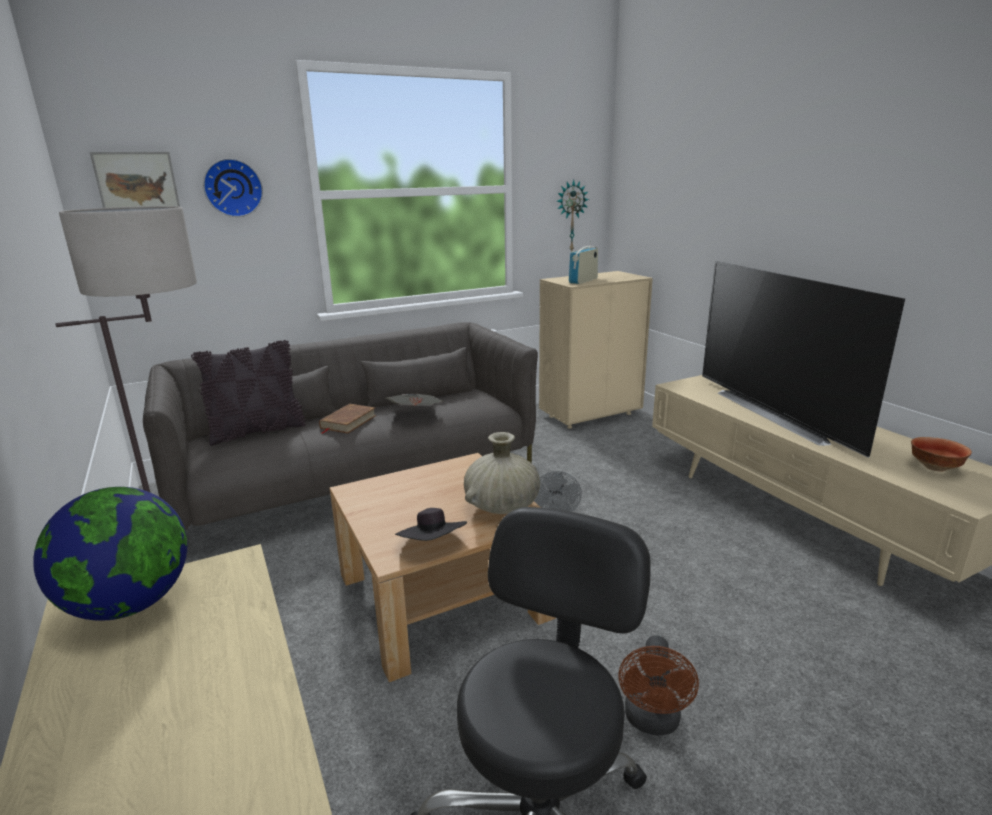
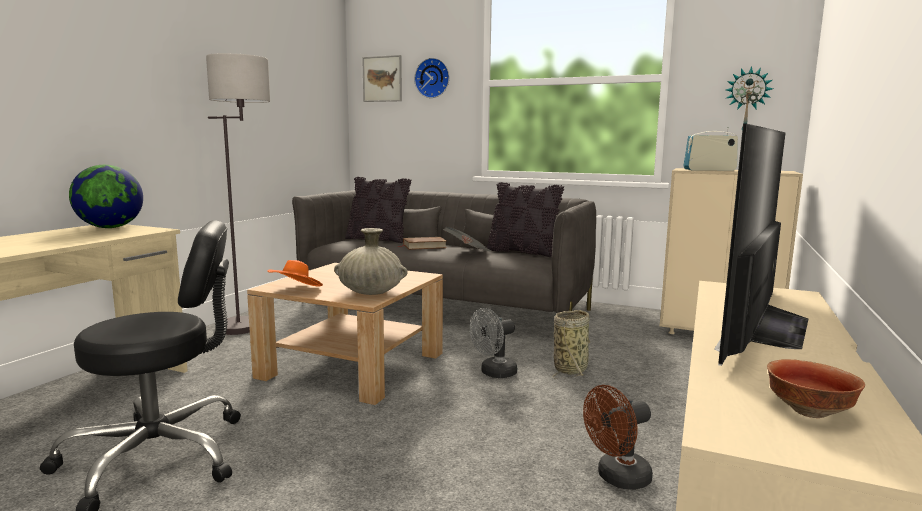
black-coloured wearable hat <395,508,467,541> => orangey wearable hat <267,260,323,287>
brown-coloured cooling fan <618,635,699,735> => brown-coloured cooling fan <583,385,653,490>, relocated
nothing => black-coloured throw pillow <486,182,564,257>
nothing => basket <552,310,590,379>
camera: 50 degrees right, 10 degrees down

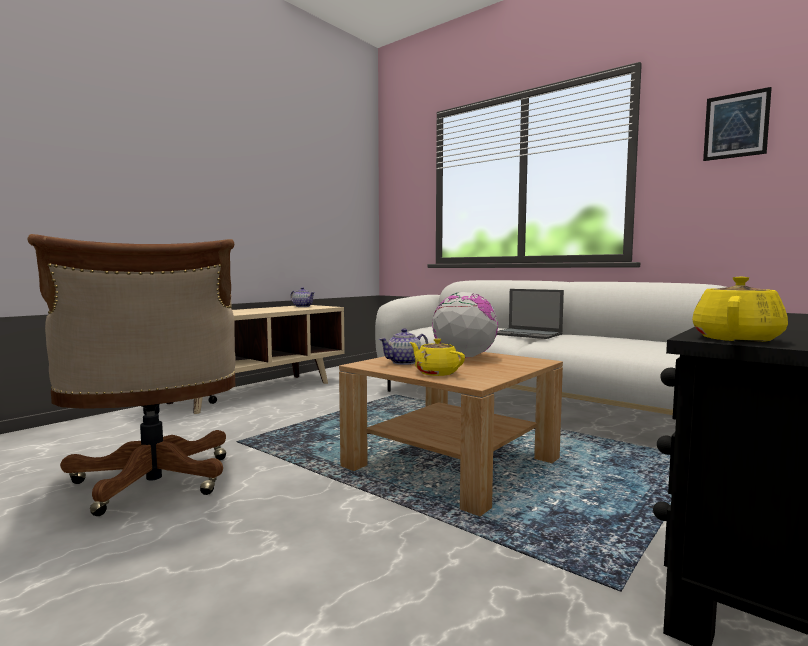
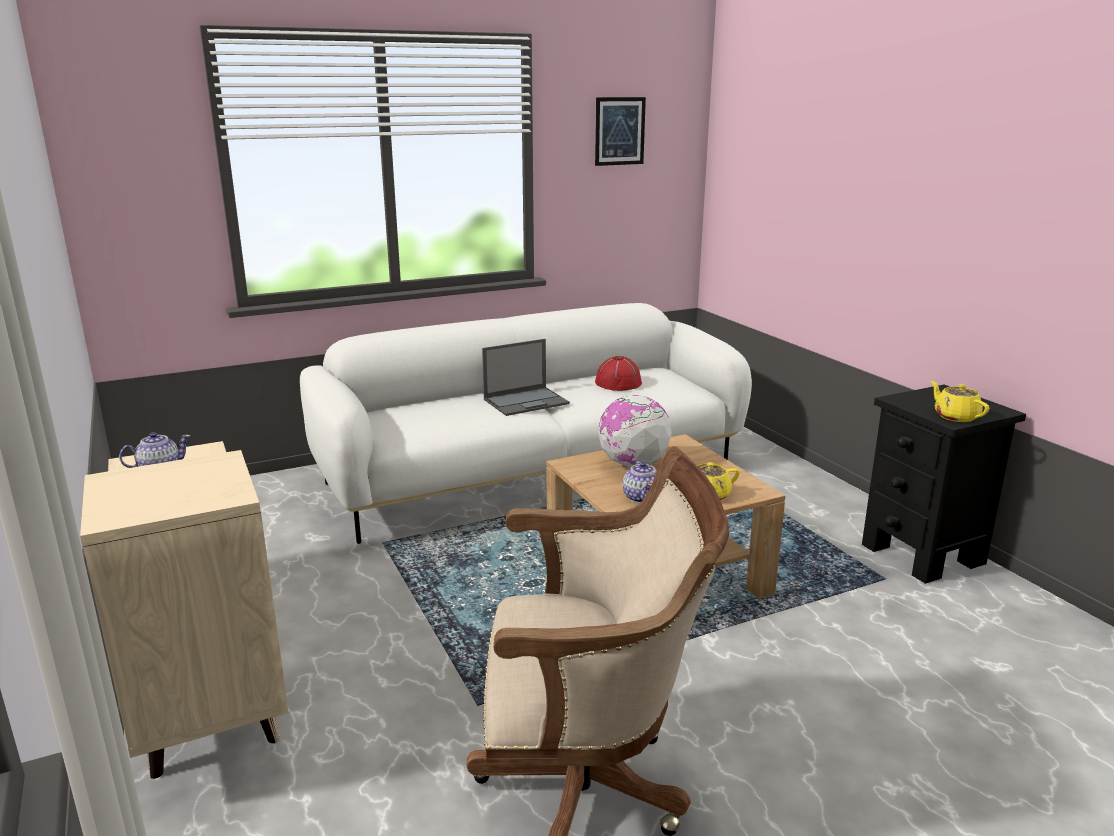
nothing => reddish wearable hat <595,356,642,391>
camera: 65 degrees left, 15 degrees up

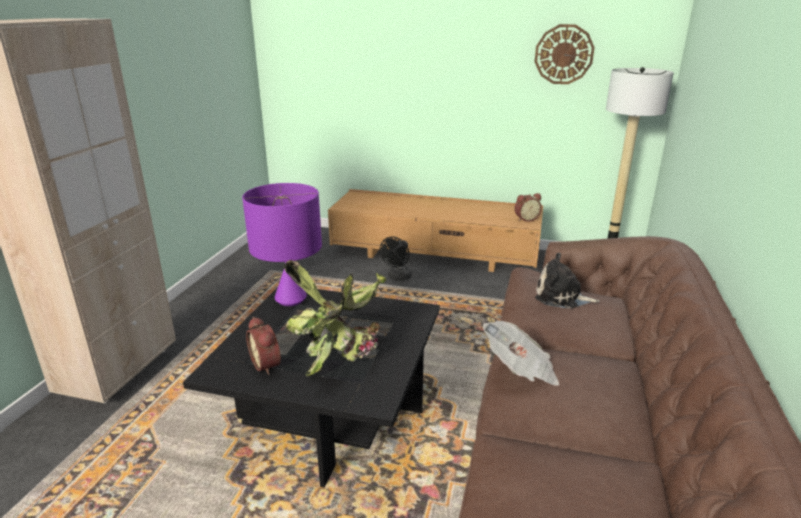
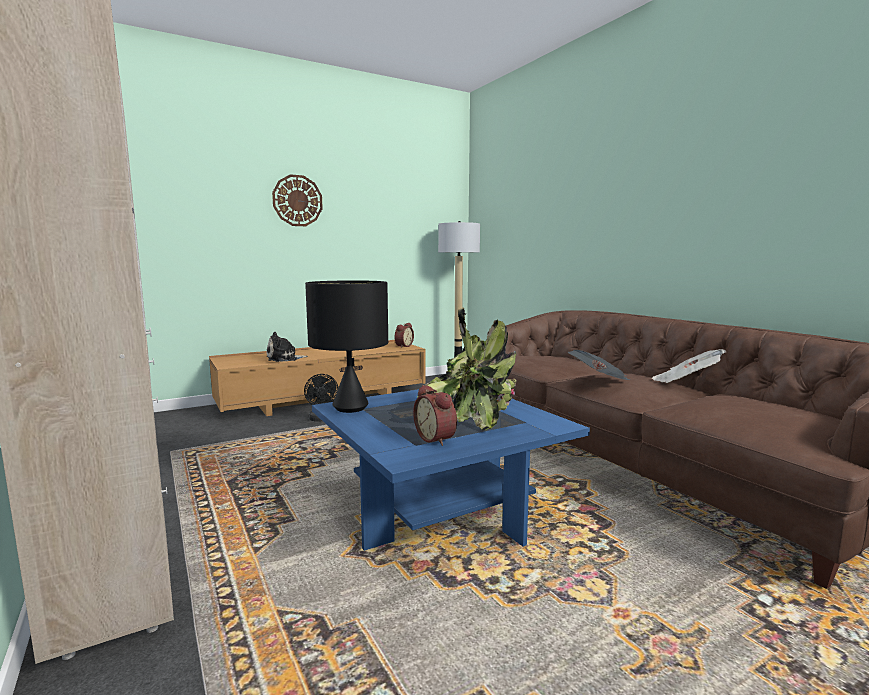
black-coloured lounge table <183,287,440,488> => blue lounge table <312,389,590,551>
purple-coloured lamp for a table <242,183,322,306> => black-coloured lamp for a table <305,280,388,413>
alarm clock <246,317,281,375> => alarm clock <413,385,457,446>, 45 degrees clockwise
wall clock <535,24,595,84> => wall clock <272,174,323,226>, relocated
plush toy <535,253,600,309> => plush toy <267,332,308,362>, relocated
nothing => newspaper <652,349,726,383>
camera: 45 degrees left, 15 degrees down

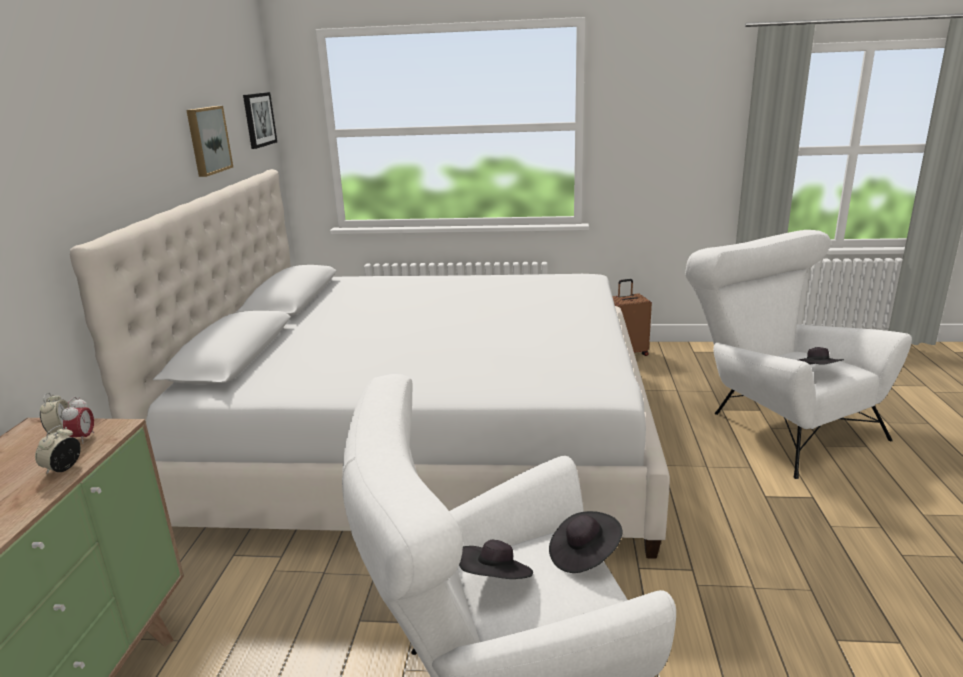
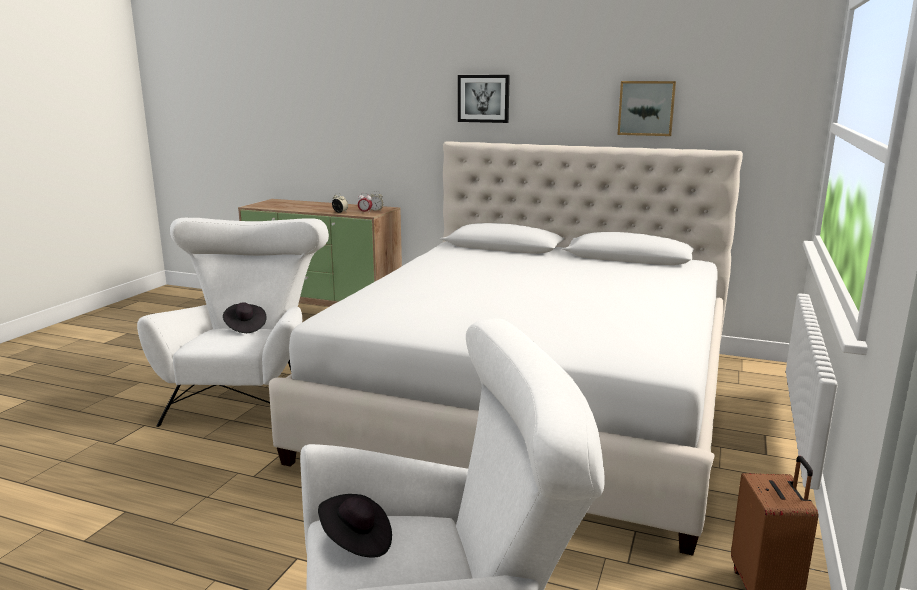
picture <243,92,277,149> => picture <458,75,510,123>, relocated
black-coloured wearable hat <549,511,622,573> => nothing
camera: 105 degrees right, 5 degrees down

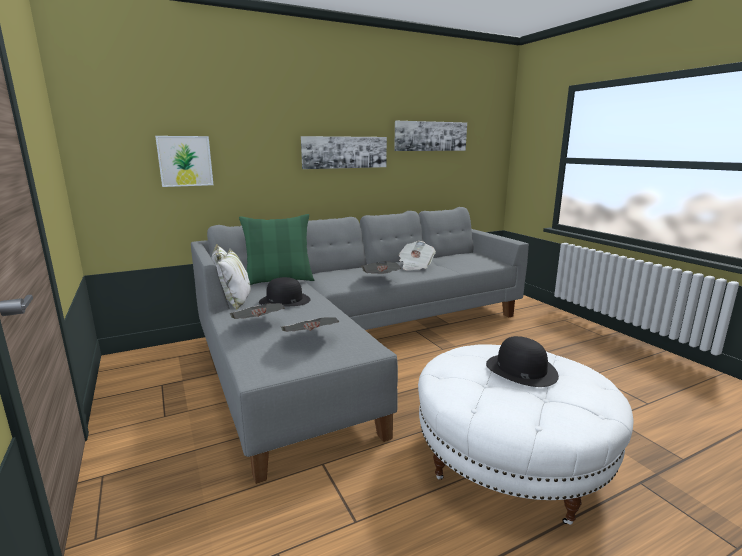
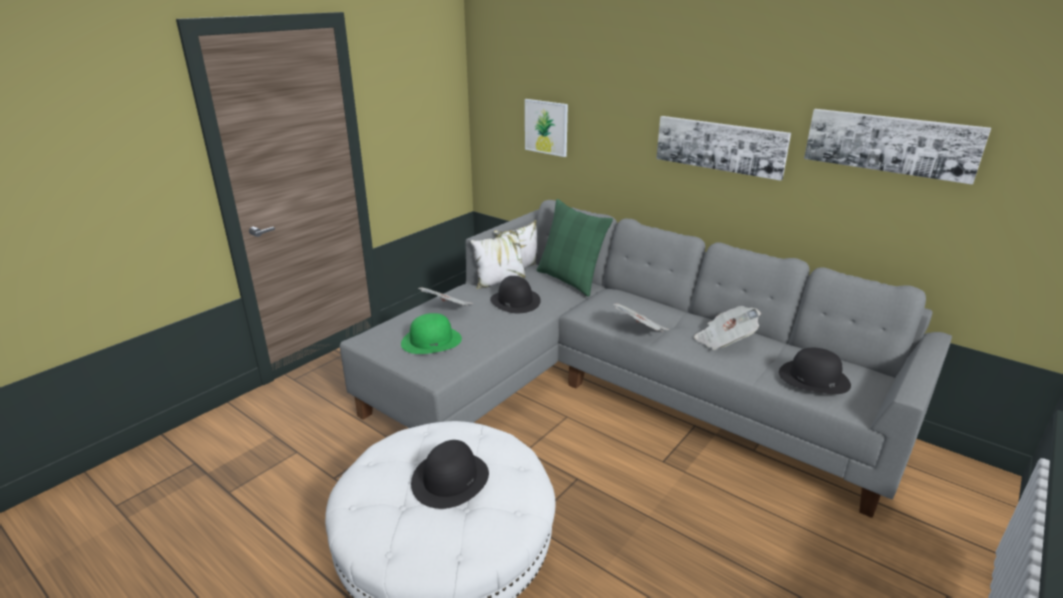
newspaper <281,317,339,332> => greenish wearable hat <401,313,462,354>
nothing => black-coloured wearable hat <779,348,851,394>
camera: 65 degrees right, 10 degrees up

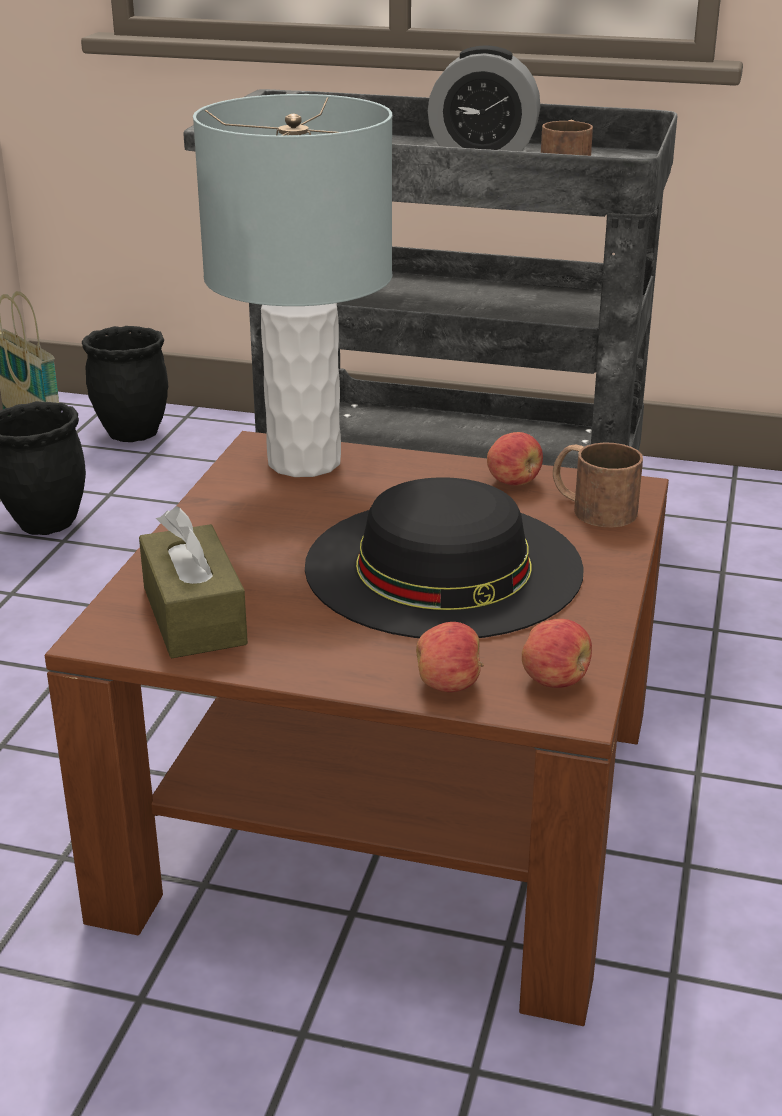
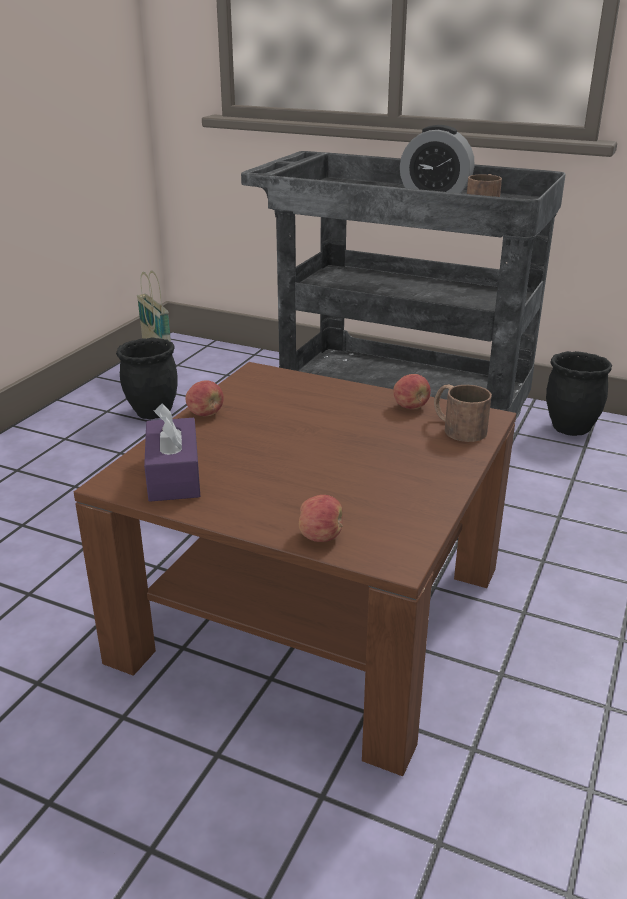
black-coloured flower pot <82,326,168,442> => black-coloured flower pot <546,351,612,436>, relocated
brown-coloured box of tissues <139,506,248,658> => purple-coloured box of tissues <144,404,200,502>
grey lamp for a table <193,94,393,477> => nothing
black-coloured wearable hat <305,477,584,638> => nothing
apple fruit <522,619,592,688> => apple fruit <185,380,224,416>, relocated
camera: 10 degrees right, 0 degrees up

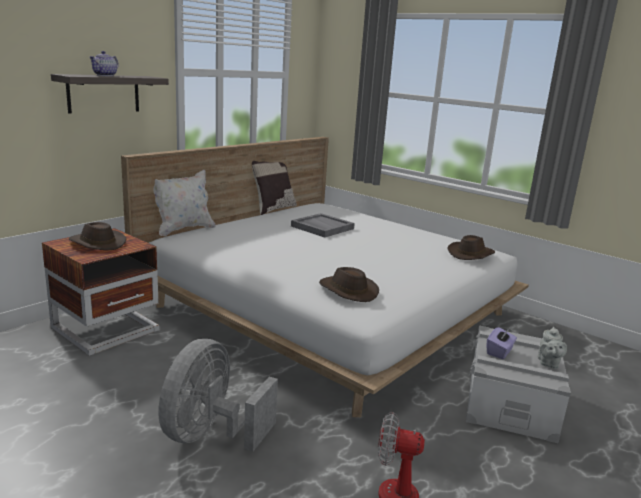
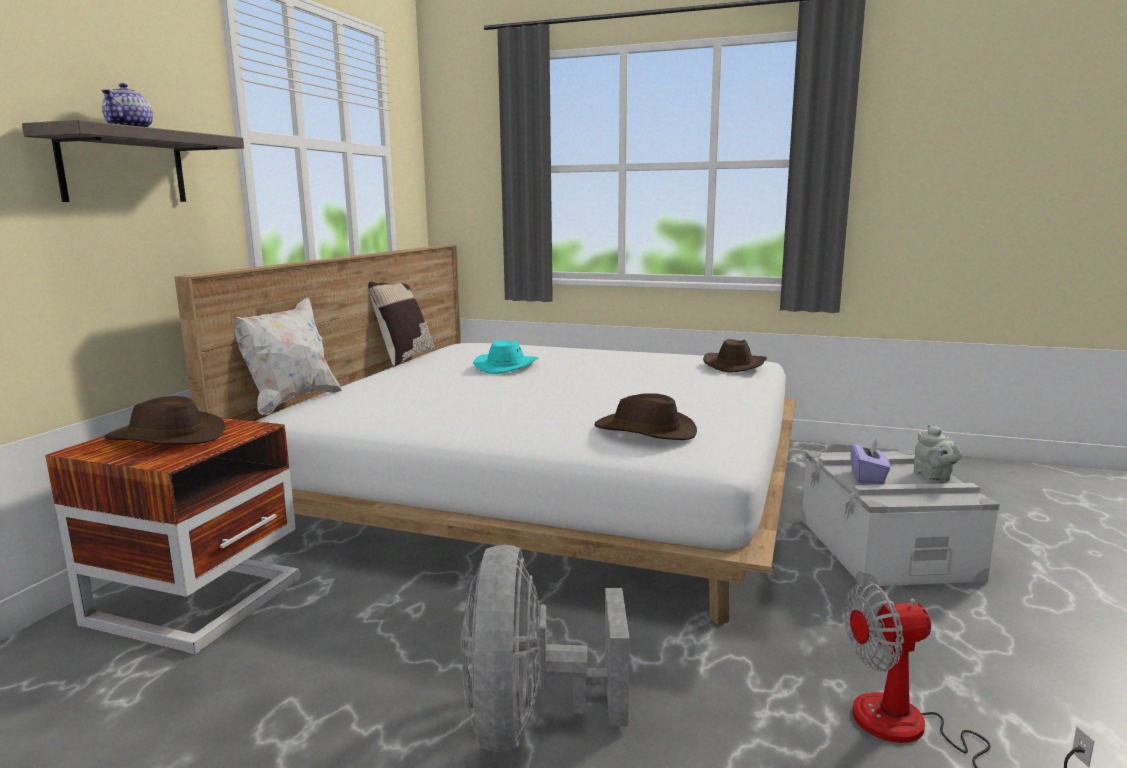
grey tray <291,213,355,238> => blue-green wearable hat <473,340,538,374>
camera: 20 degrees left, 5 degrees down

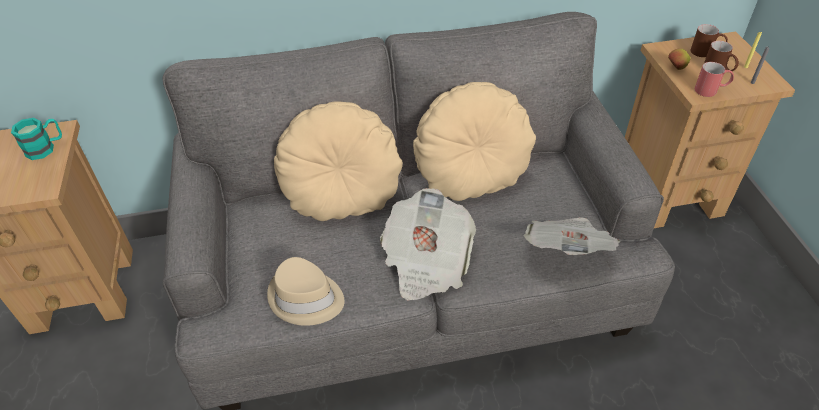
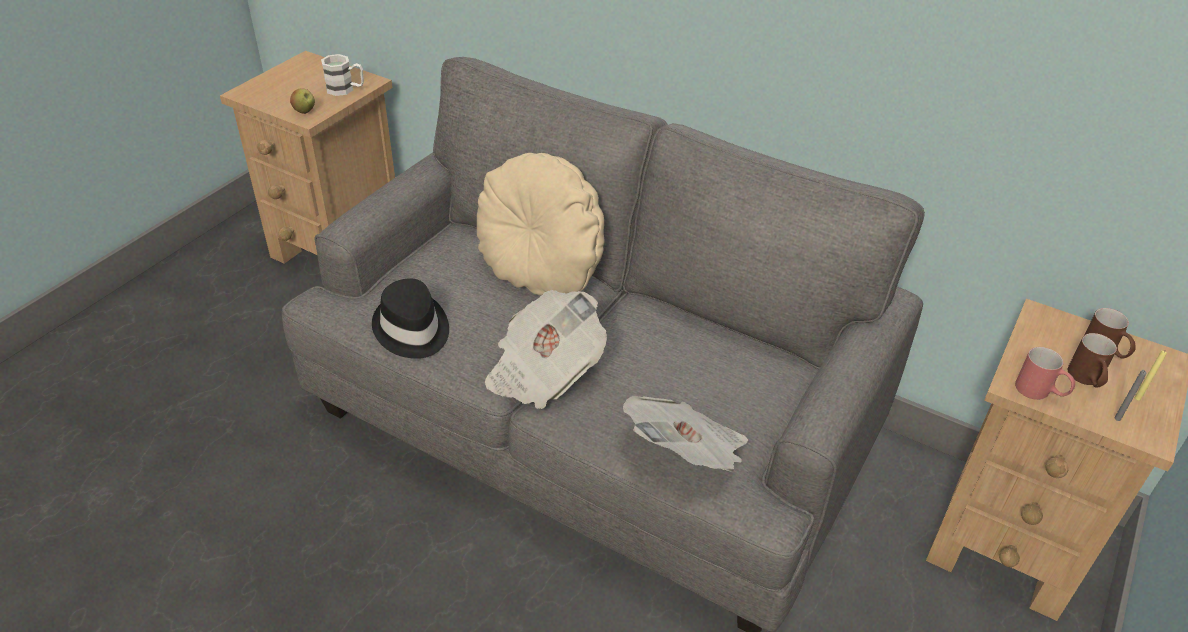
blue-green mug <11,118,62,160> => white mug <321,54,364,96>
sand-coloured wearable hat <267,257,344,326> => black-coloured wearable hat <372,278,449,359>
sand-coloured throw pillow <413,82,536,201> => nothing
apple fruit <668,48,691,70> => apple fruit <290,88,315,114>, relocated
camera: 40 degrees right, 5 degrees down

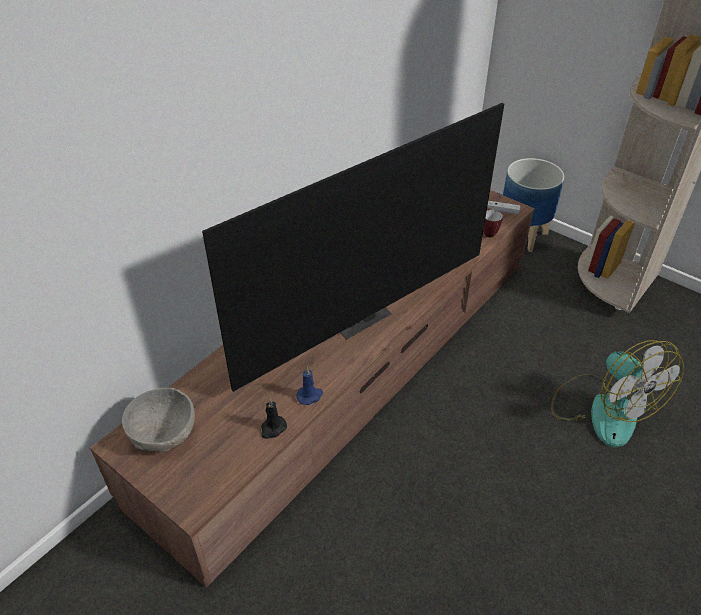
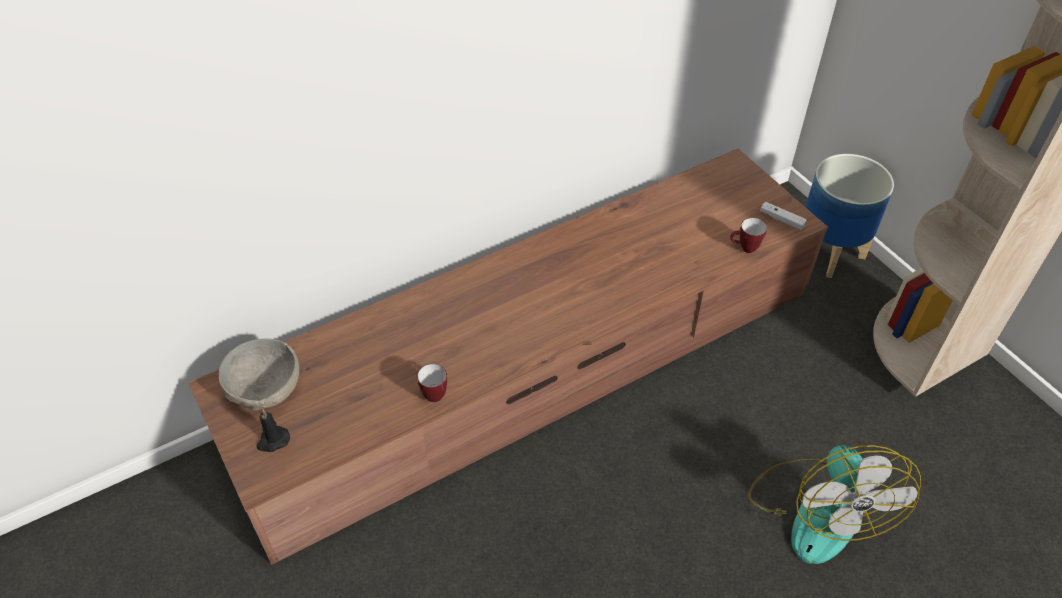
TV <202,103,504,392> => nothing
black-coloured wax light <261,398,287,439> => black-coloured wax light <257,409,290,452>, relocated
blue wax light <296,367,323,405> => mug <417,364,447,402>
camera: 20 degrees right, 5 degrees up

